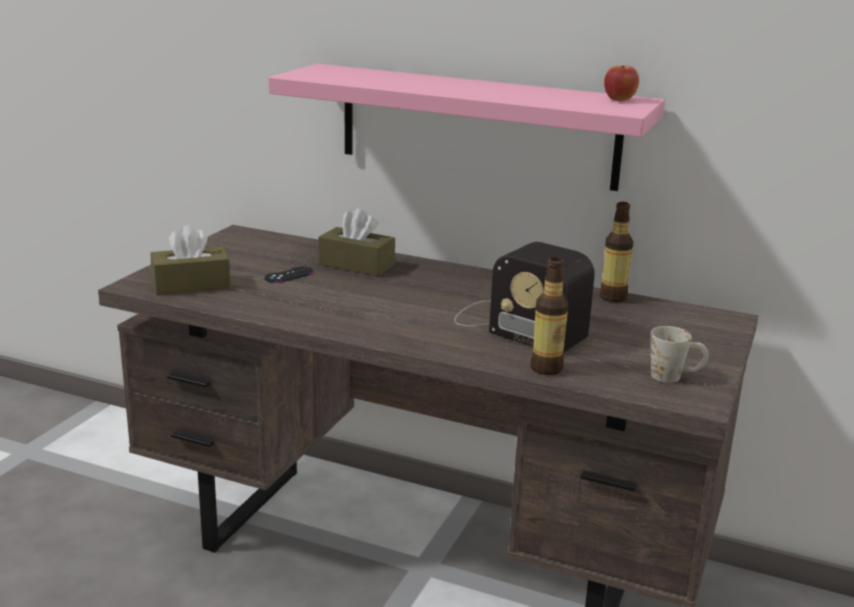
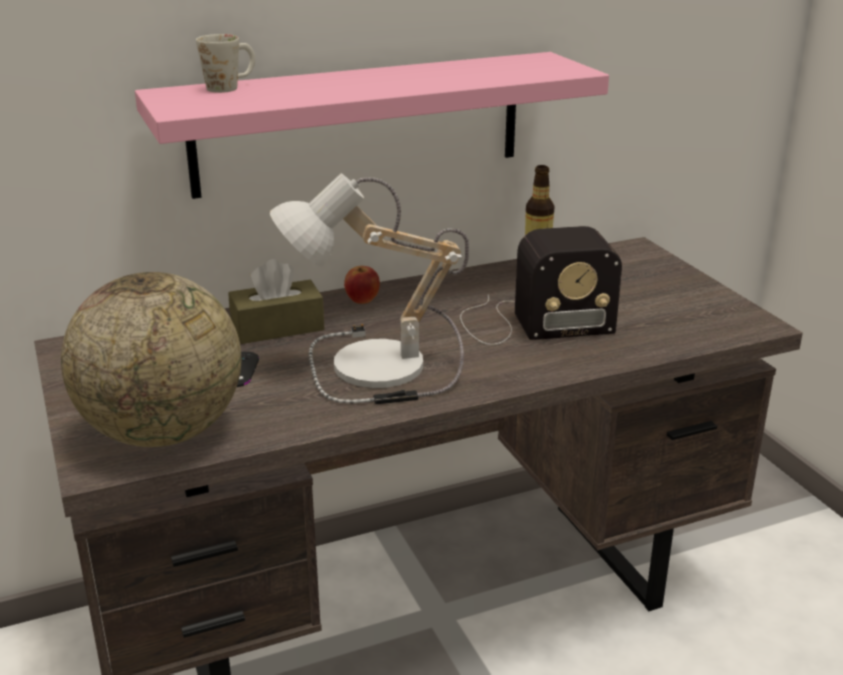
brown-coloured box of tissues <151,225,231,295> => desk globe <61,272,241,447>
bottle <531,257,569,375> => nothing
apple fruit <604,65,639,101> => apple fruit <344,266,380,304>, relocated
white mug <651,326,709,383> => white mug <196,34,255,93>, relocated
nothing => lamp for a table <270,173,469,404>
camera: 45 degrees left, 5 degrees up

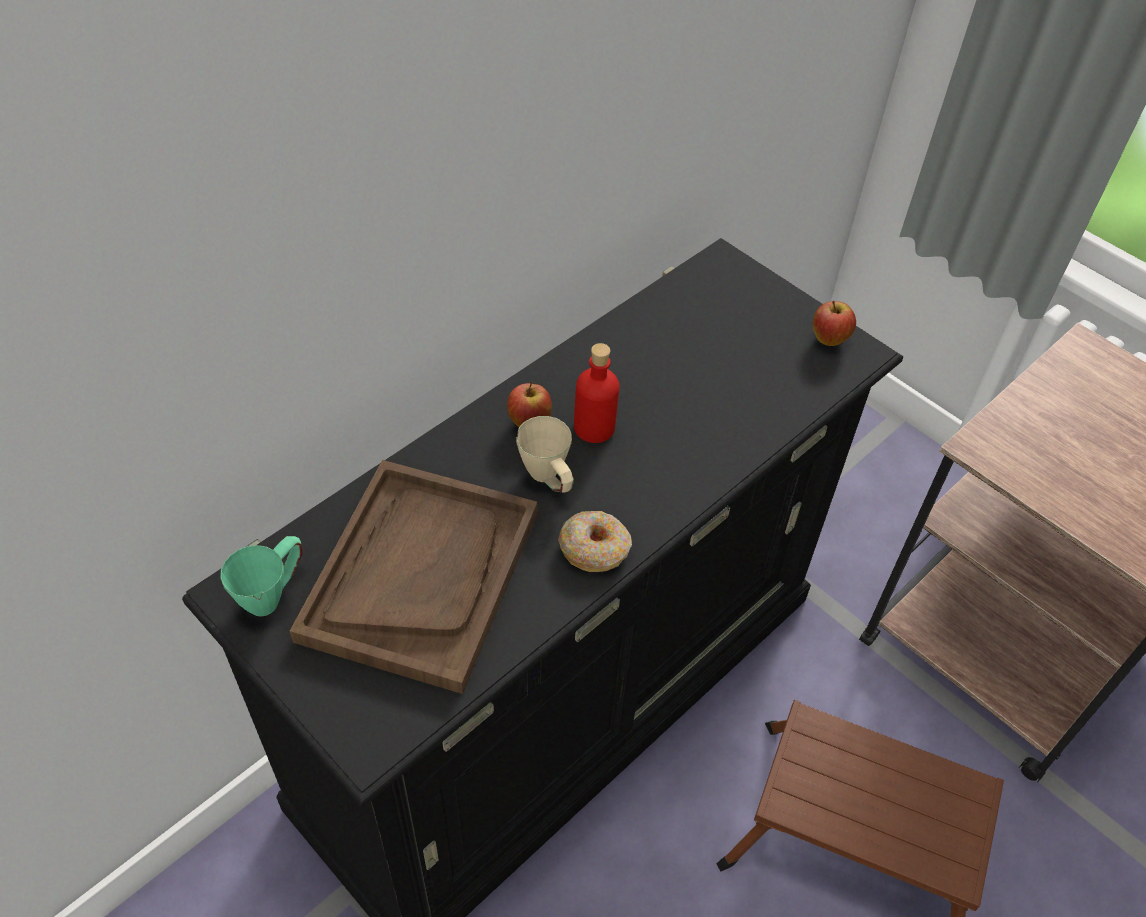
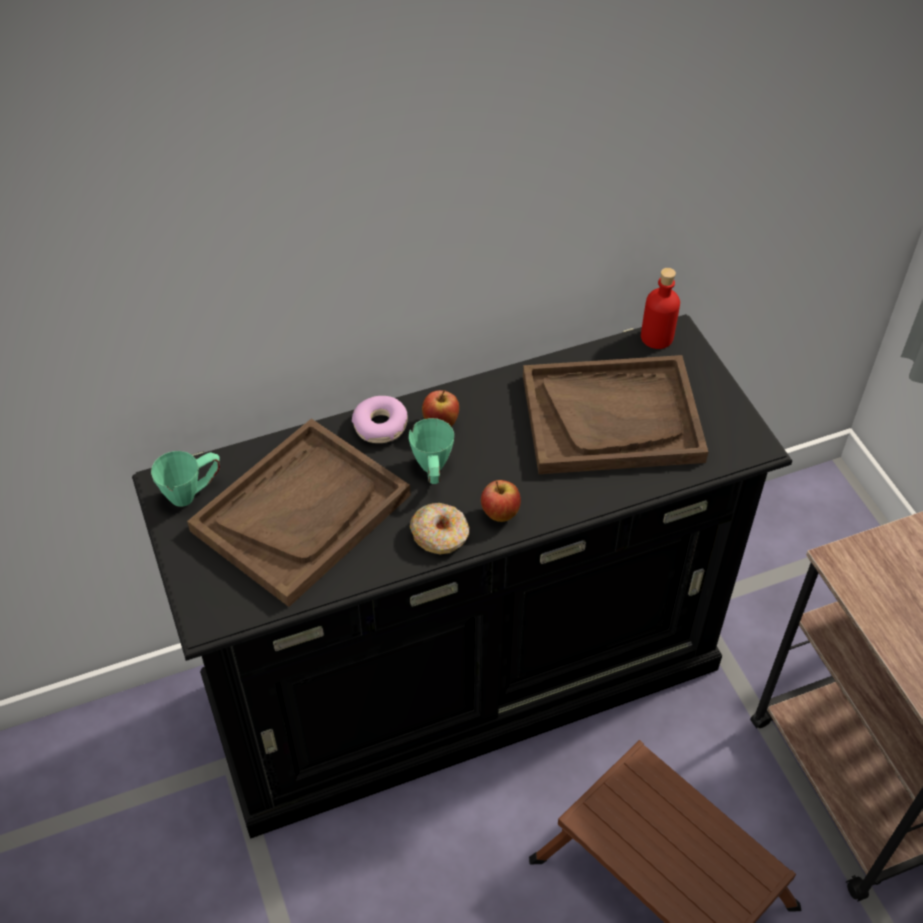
sand-coloured mug <516,416,574,492> => greenish mug <409,418,454,484>
reddish bottle <574,343,620,443> => reddish bottle <641,268,680,349>, relocated
apple fruit <813,301,856,346> => apple fruit <481,480,521,522>, relocated
nothing => ring doughnut <352,396,408,443>
nothing => brown-coloured tray <523,355,708,474>
camera: 25 degrees right, 0 degrees up

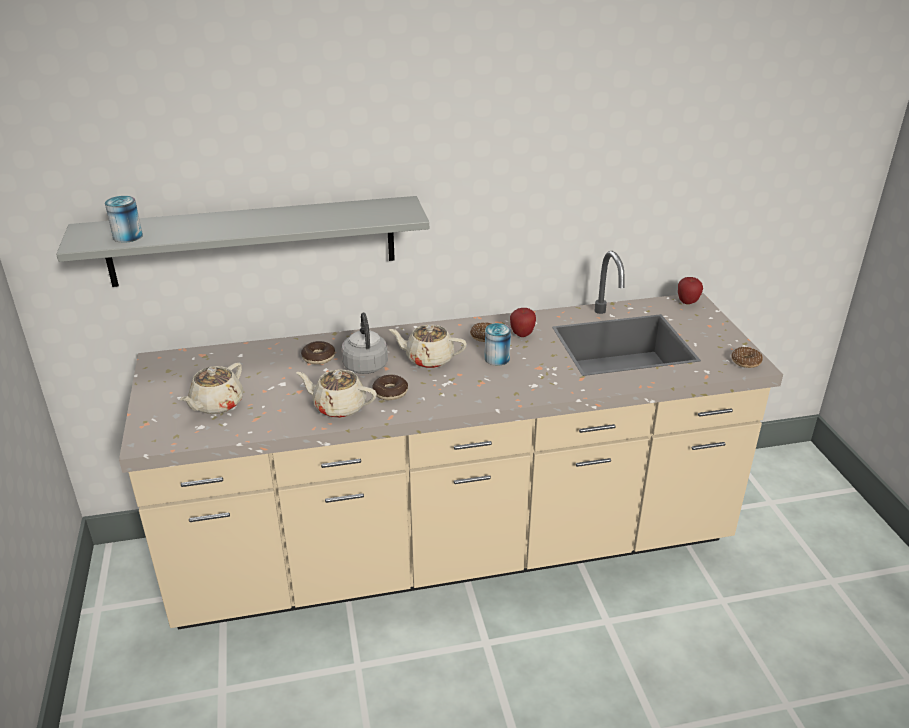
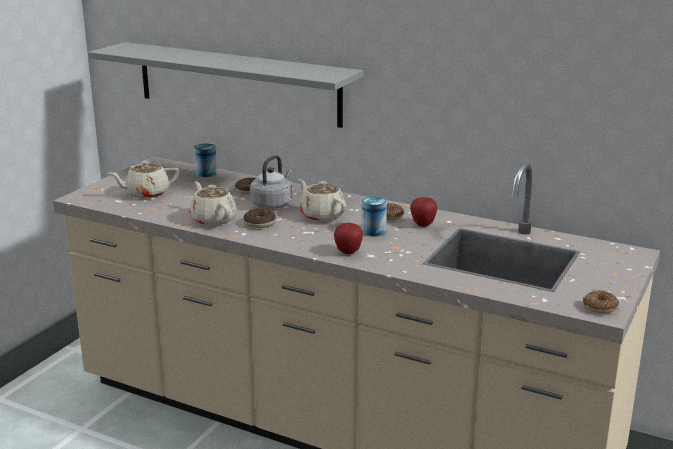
sealed can <105,196,143,243> => sealed can <194,144,217,177>, relocated
apple fruit <678,277,703,304> => apple fruit <334,223,363,254>, relocated
camera: 40 degrees right, 10 degrees down

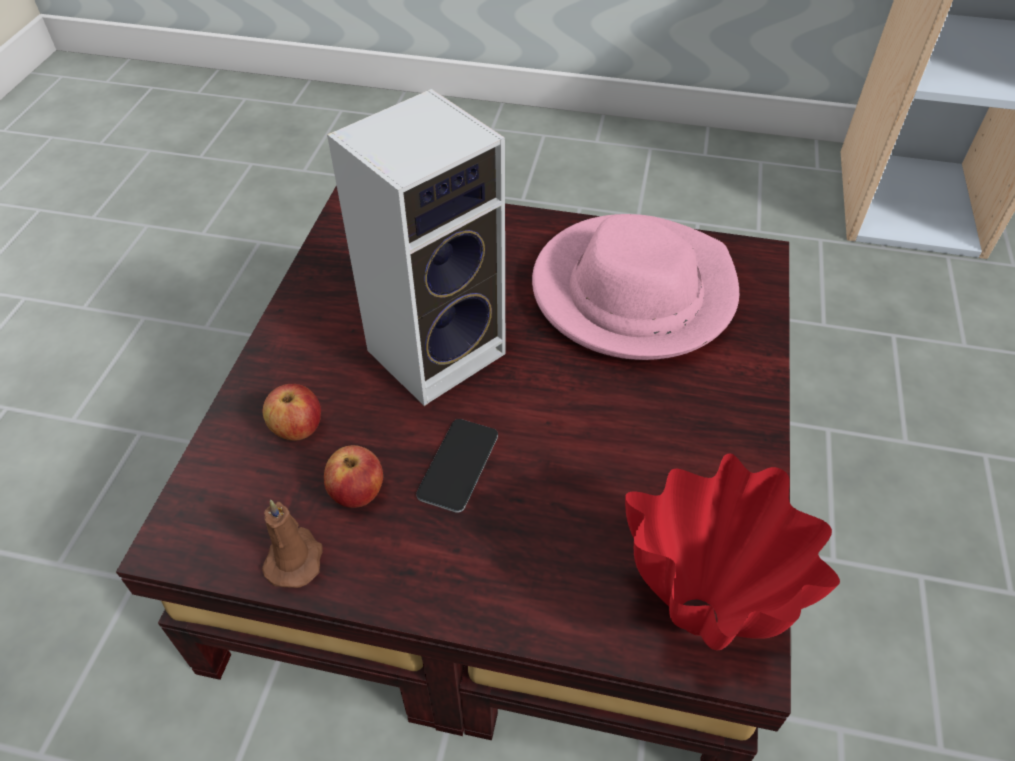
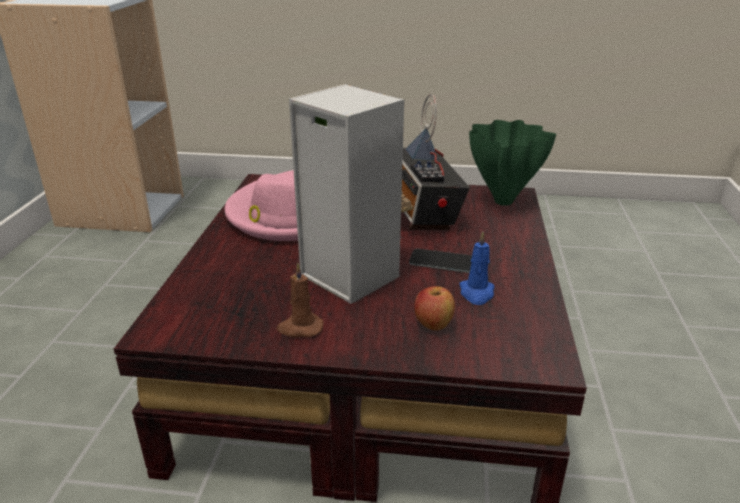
brown-coloured wax light <262,500,323,588> => brown-coloured wax light <277,263,323,337>, relocated
apple fruit <324,445,383,508> => blue wax light <459,231,495,305>
reddish vase <625,453,840,650> => greenish vase <469,120,556,206>
nothing => radio <401,94,470,230>
camera: 95 degrees left, 20 degrees down

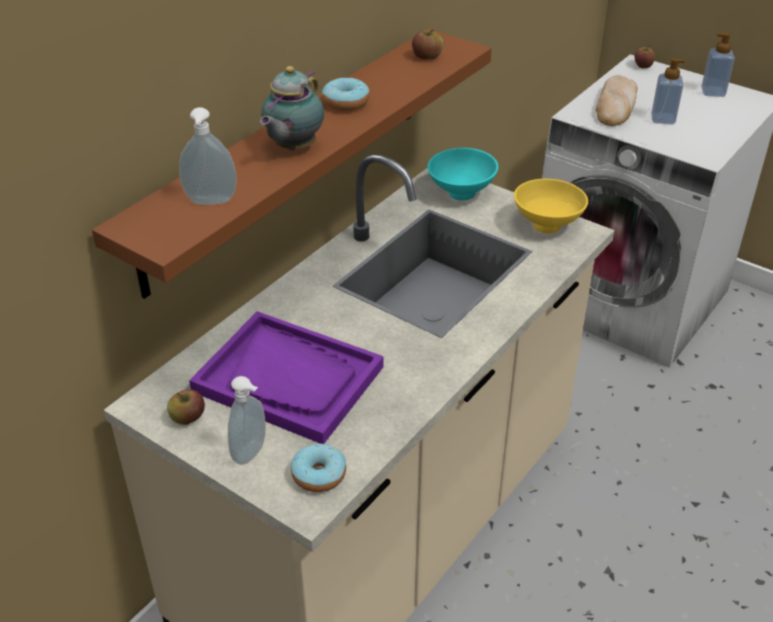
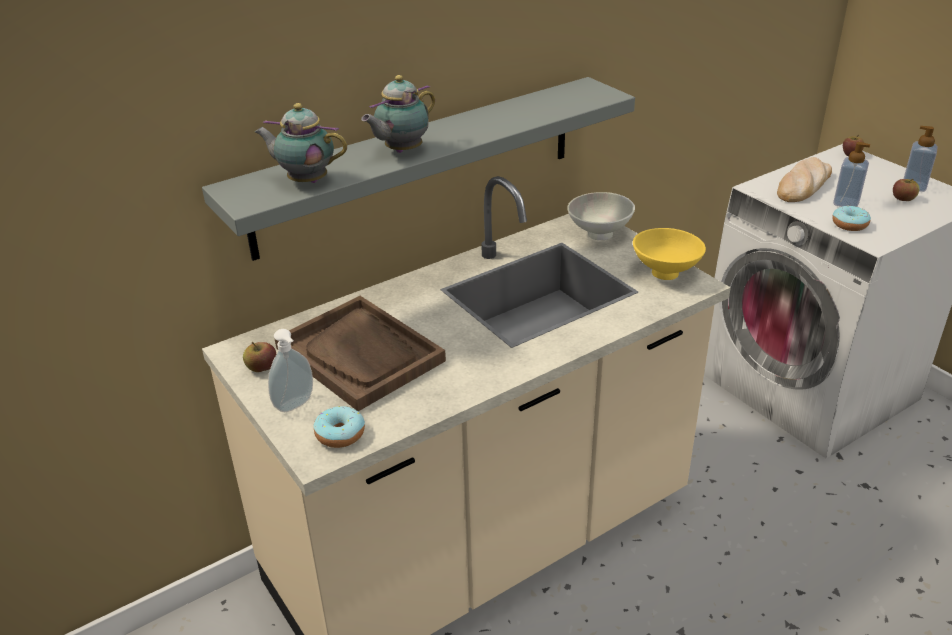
brown-coloured shelf <92,29,492,299> => grey shelf <202,77,635,261>
soap bottle <179,107,237,205> => teapot <255,103,347,183>
purple-coloured tray <189,311,383,444> => brown-coloured tray <274,296,446,411>
ring doughnut <322,78,369,111> => ring doughnut <832,205,871,231>, relocated
apple fruit <412,29,443,60> => apple fruit <893,179,920,201>, relocated
blue-green serving bowl <427,148,499,201> => white serving bowl <567,192,635,240>
camera: 20 degrees right, 5 degrees down

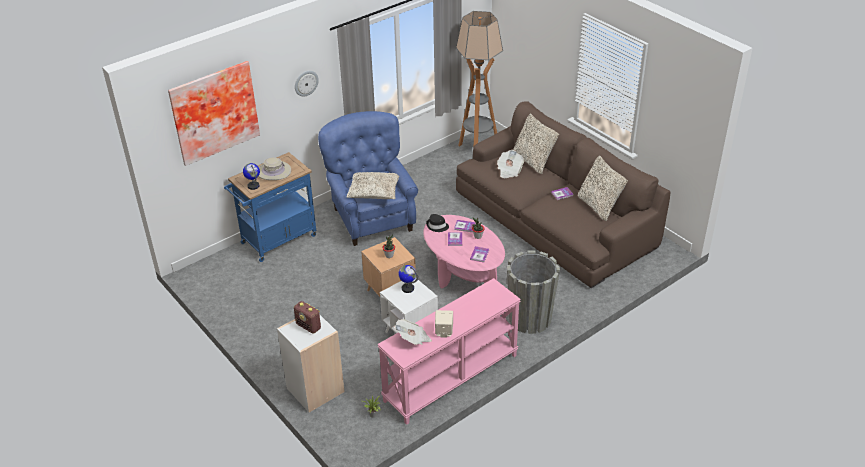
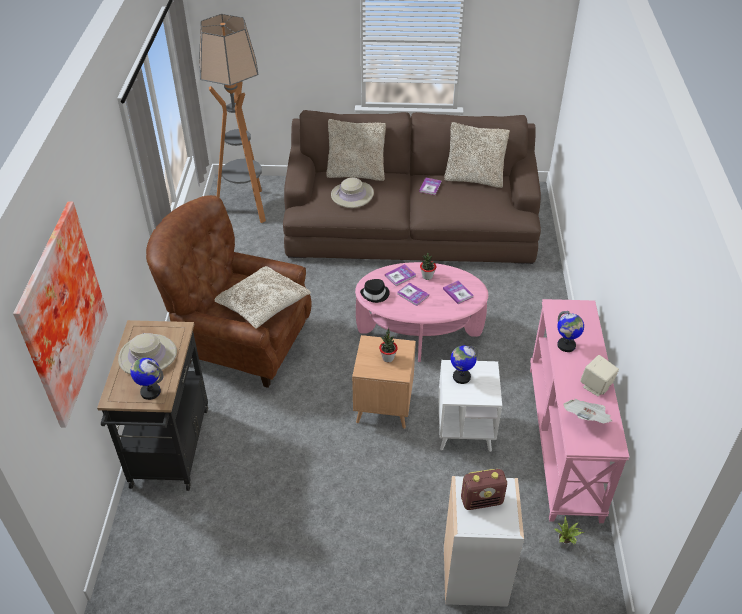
blue wheeled cart <224,152,316,262> => black-coloured wheeled cart <97,320,208,491>
wall clock <295,71,319,97> => nothing
blue lounge chair <318,111,418,246> => brown-coloured lounge chair <146,195,311,388>
newspaper <497,150,524,178> => sand-coloured wearable hat <331,178,374,208>
grey flower pot <507,250,560,334> => nothing
nothing => desk globe <557,311,584,352>
camera: 50 degrees left, 5 degrees up

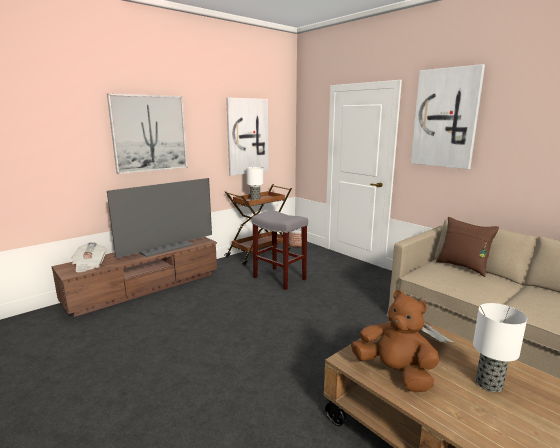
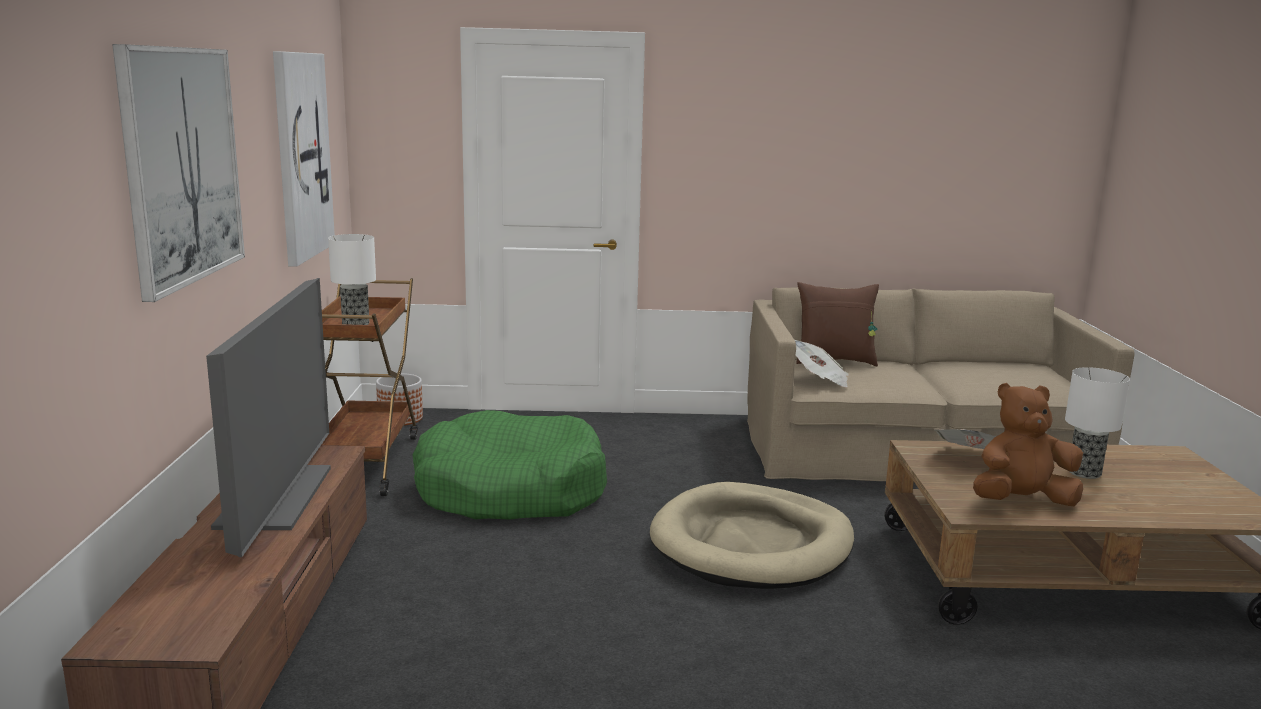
newspaper <71,242,107,272> => newspaper <795,340,849,388>, relocated
grey stool seat <252,211,308,290> => greenish dog cushion <412,410,607,520>
picture <411,64,485,169> => nothing
nothing => sand-coloured dog cushion <650,482,854,589>
camera: 50 degrees left, 0 degrees up

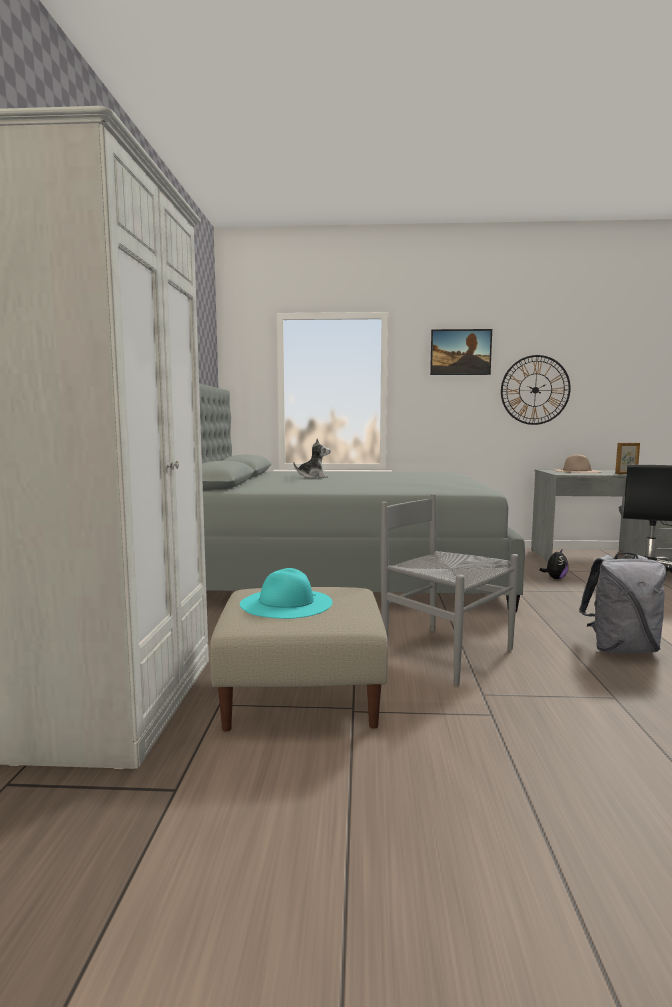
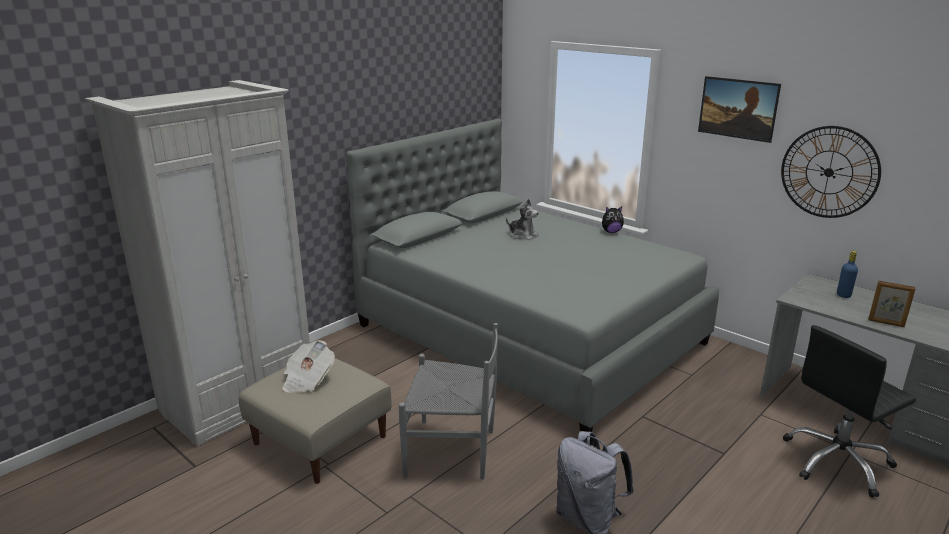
blue-green wearable hat <240,568,332,619> => newspaper <282,340,335,393>
grey upright chair <381,494,518,685> => grey upright chair <399,323,498,480>, 105 degrees clockwise
plush toy <539,550,568,579> => plush toy <602,206,624,233>, relocated
sand-coloured wearable hat <554,454,602,473> => blue bottle <837,251,858,298>
camera: 40 degrees right, 15 degrees up

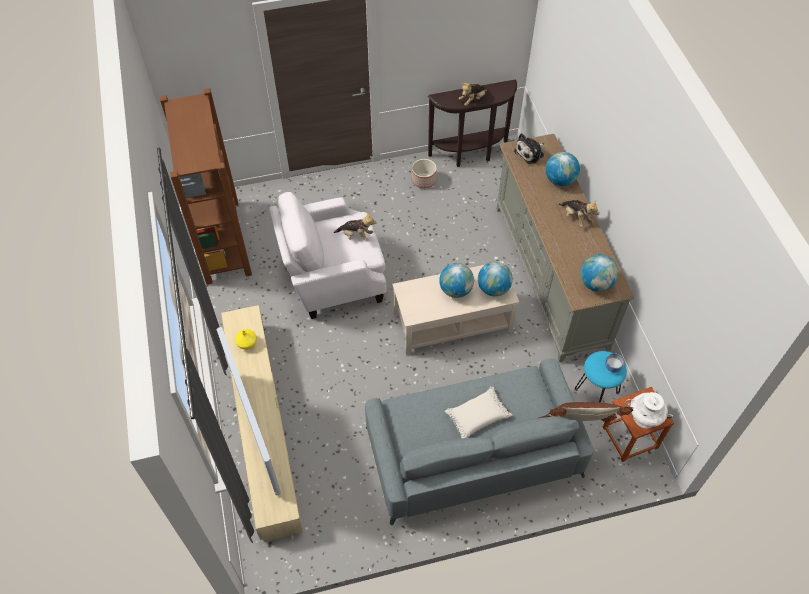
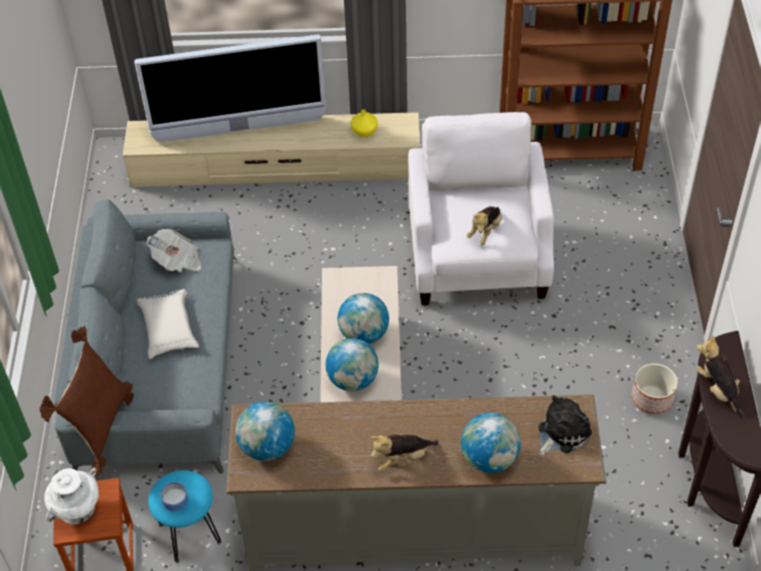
plush toy <514,133,544,164> => plush toy <538,395,592,456>, 75 degrees clockwise
nothing => newspaper <147,229,201,272>
camera: 105 degrees right, 5 degrees down

